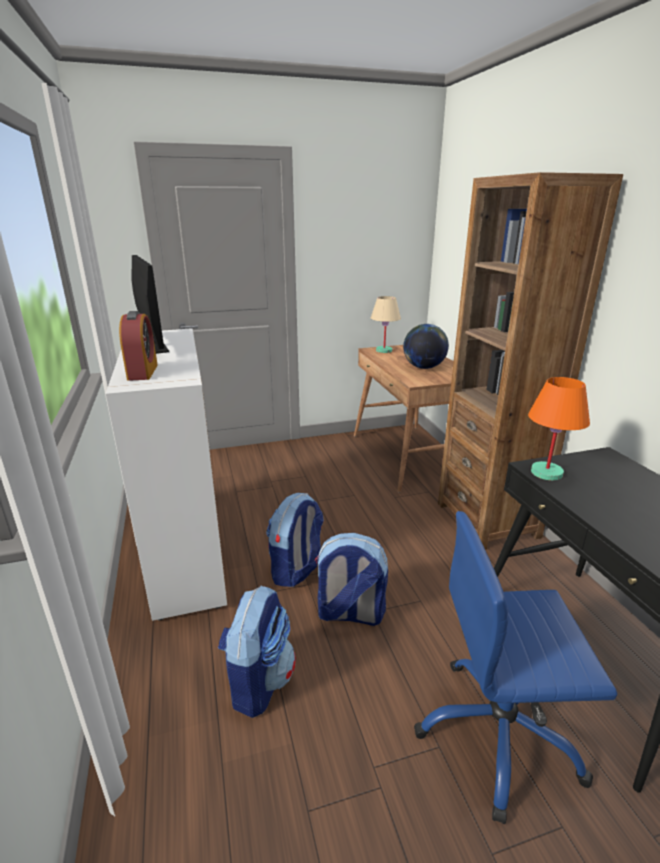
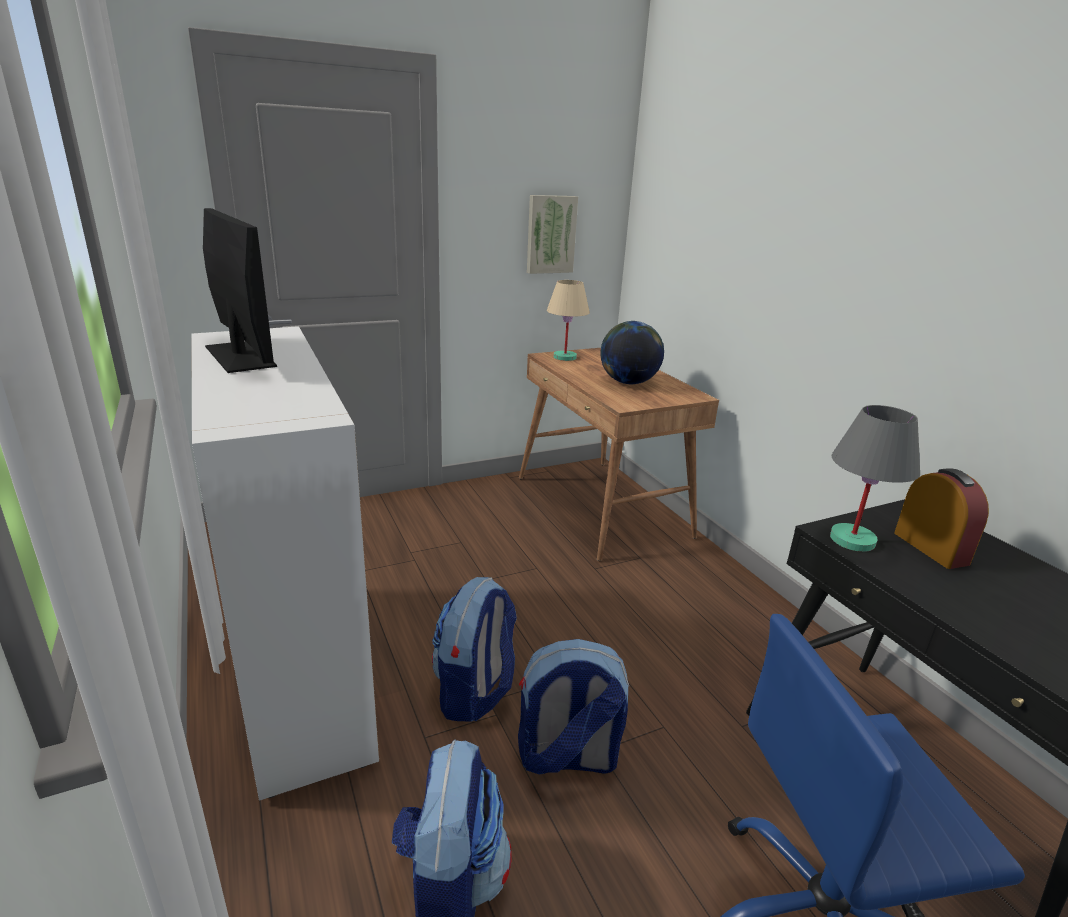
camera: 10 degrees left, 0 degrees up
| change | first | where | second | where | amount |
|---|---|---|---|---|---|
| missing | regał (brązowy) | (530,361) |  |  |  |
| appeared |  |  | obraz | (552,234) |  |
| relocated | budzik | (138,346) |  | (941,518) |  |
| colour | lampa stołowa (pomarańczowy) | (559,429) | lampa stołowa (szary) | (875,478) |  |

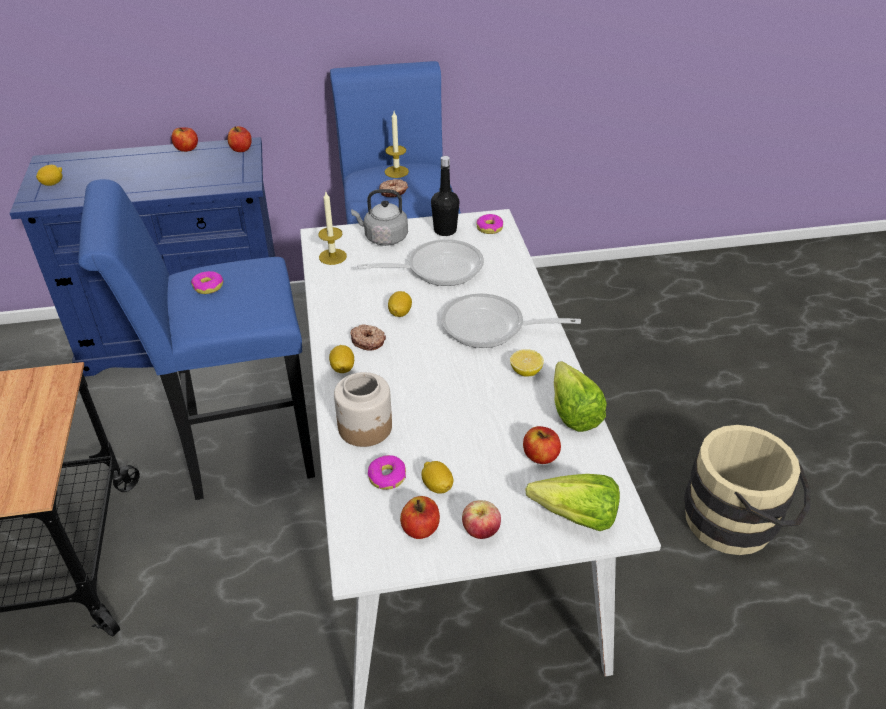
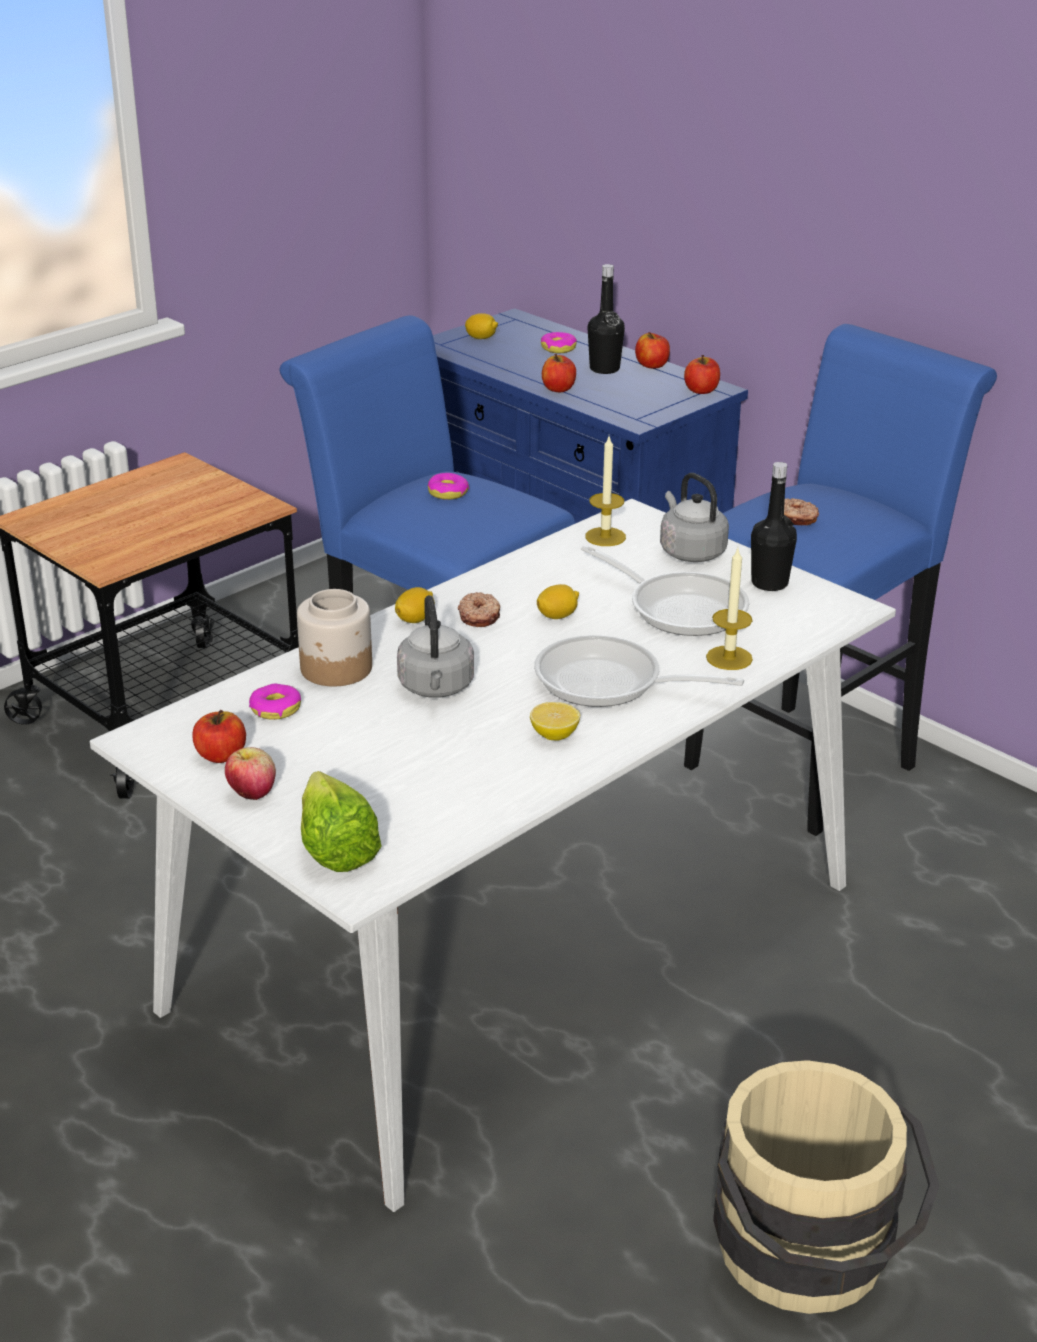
camera: 55 degrees right, 10 degrees down
| change | first | where | second | where | amount |
|---|---|---|---|---|---|
| missing | cytryna | (438,477) |  |  |  |
| missing | sałata | (580,396) |  |  |  |
| appeared |  |  | czajnik (szary) | (435,646) |  |
| appeared |  |  | butelka (czarny) | (606,319) |  |
| relocated | świeca | (397,144) |  | (729,609) |  |
| relocated | donut | (489,224) |  | (559,342) |  |
| relocated | jabłko | (542,445) |  | (559,373) |  |
| spun | patelnia | (511,320) |  | (639,671) | 45 degrees counterclockwise |

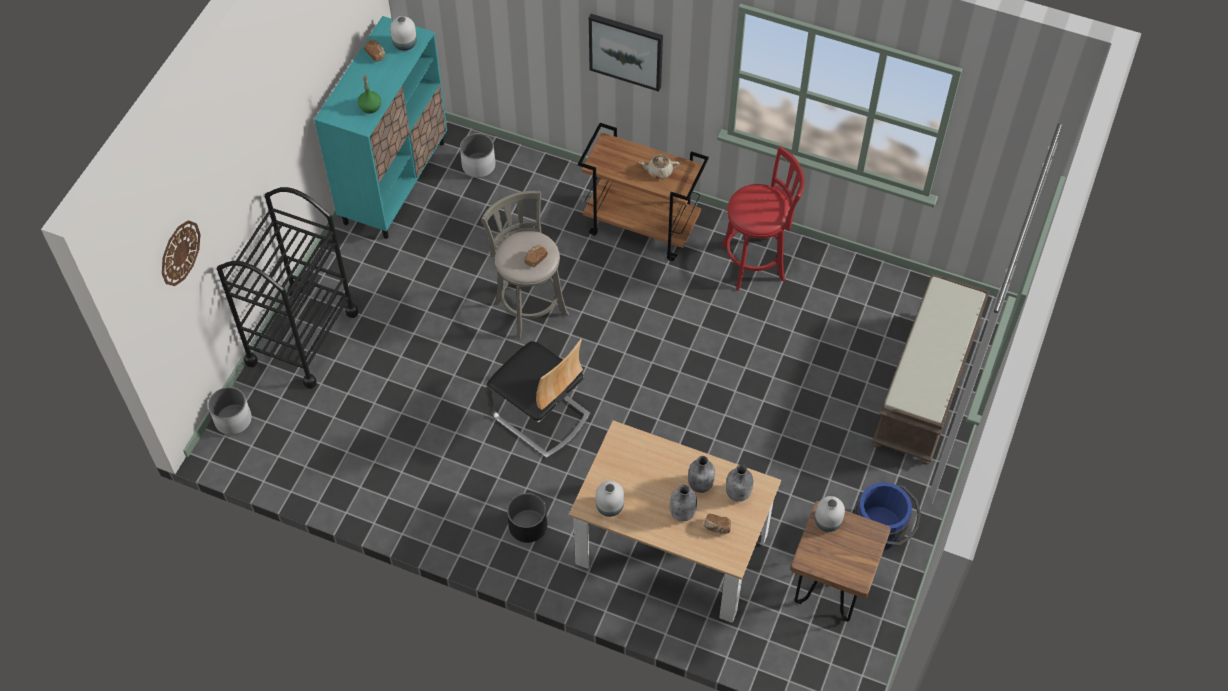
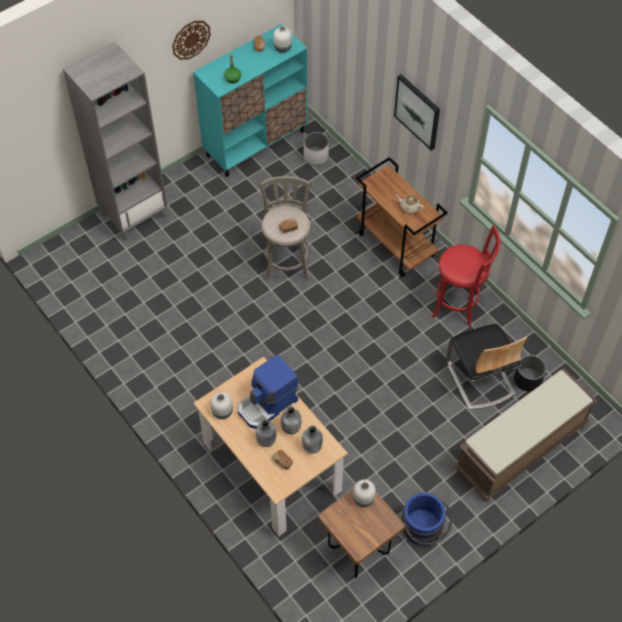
camera: 30 degrees right, 0 degrees up
| change | first | where | second | where | amount |
|---|---|---|---|---|---|
| missing | donica (biały) | (230,411) |  |  |  |
| appeared |  |  | ekspres do kawy | (268,391) |  |
| relocated | zegar ścienny | (181,253) |  | (191,40) |  |
| relocated | krzesło | (538,399) |  | (486,367) |  |
| relocated | donica (czarny) | (527,518) |  | (530,373) |  |
| exchanged | wózek (czarny) | (287,288) | regał (szary) | (115,141) |  |

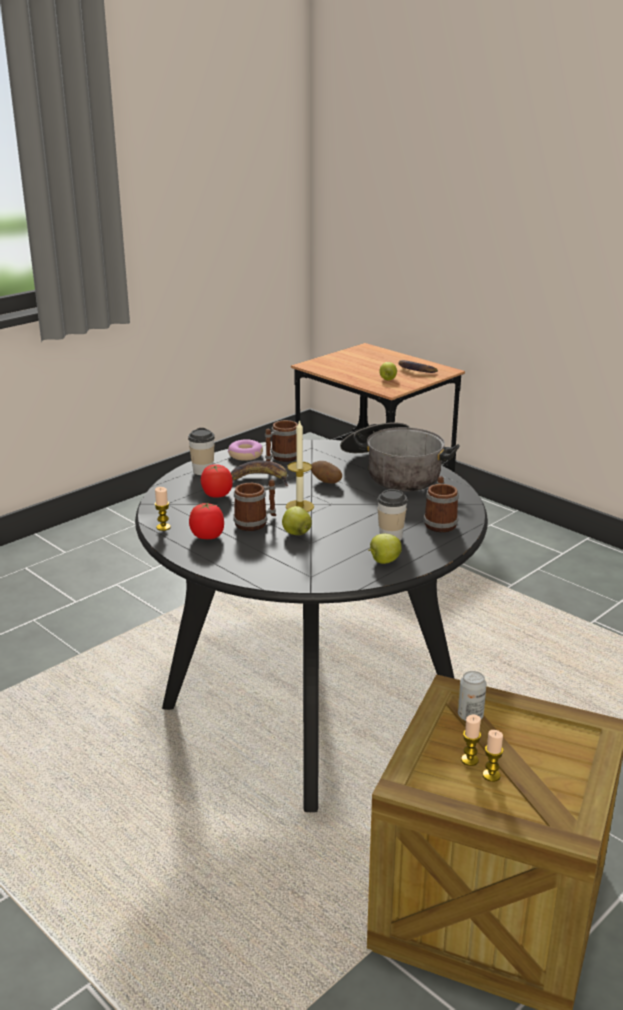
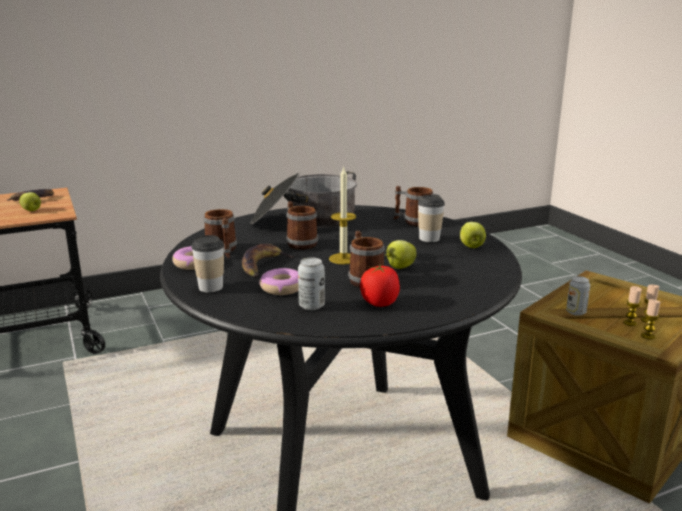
camera: 70 degrees left, 5 degrees down
| change | first | where | second | where | amount |
|---|---|---|---|---|---|
| appeared |  |  | puszka | (311,283) |  |
| relocated | świeca | (163,509) |  | (650,319) |  |
| exchanged | pomidor | (217,481) | donut | (279,281) |  |
| exchanged | ziemniak | (326,472) | kubek | (302,225) |  |

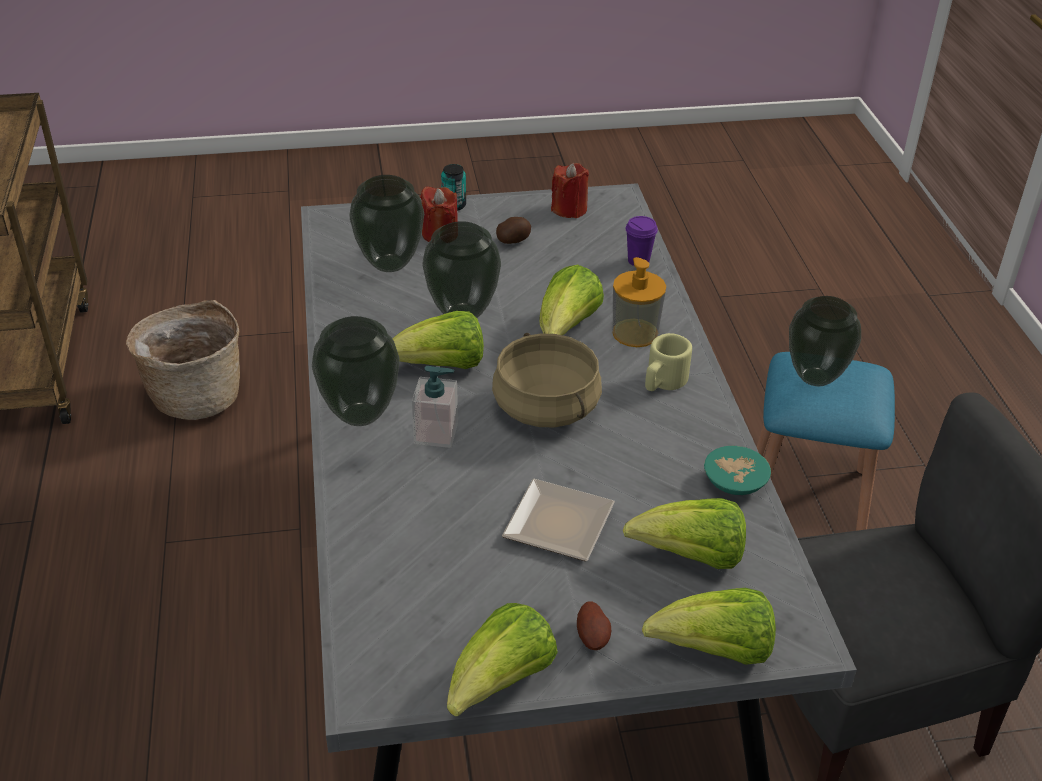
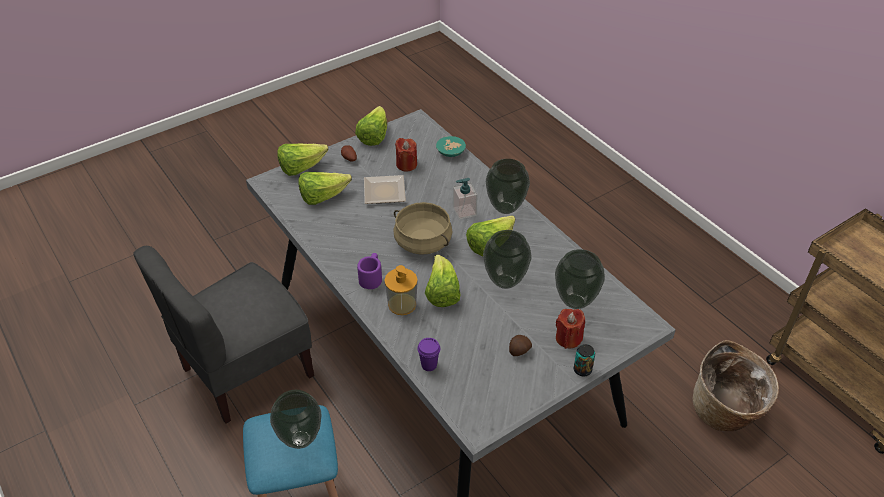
camera: 155 degrees right, 5 degrees up
| change | first | where | second | where | amount |
|---|---|---|---|---|---|
| relocated | świeca (czerwony) | (570,190) |  | (406,155) |  |
| relocated | miska (turkusowy) | (737,470) |  | (451,146) |  |
| colour | kubek (beżowy) | (668,362) | kubek (fioletowy) | (369,271) |  |

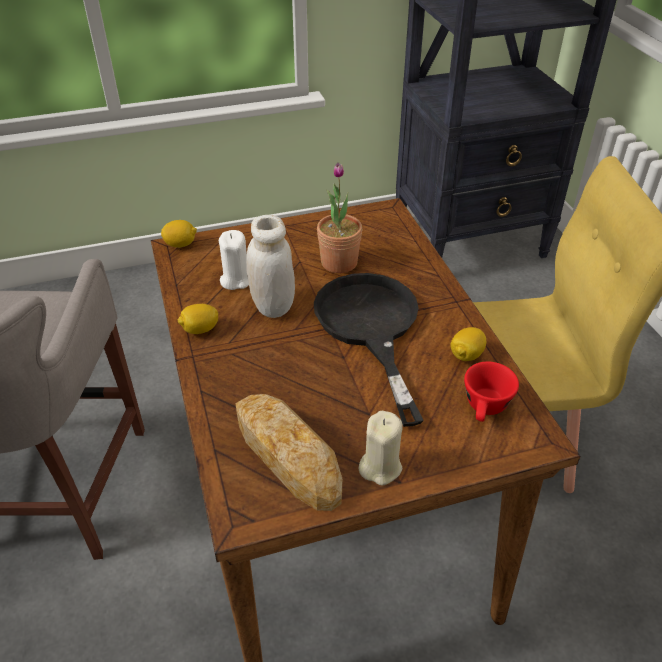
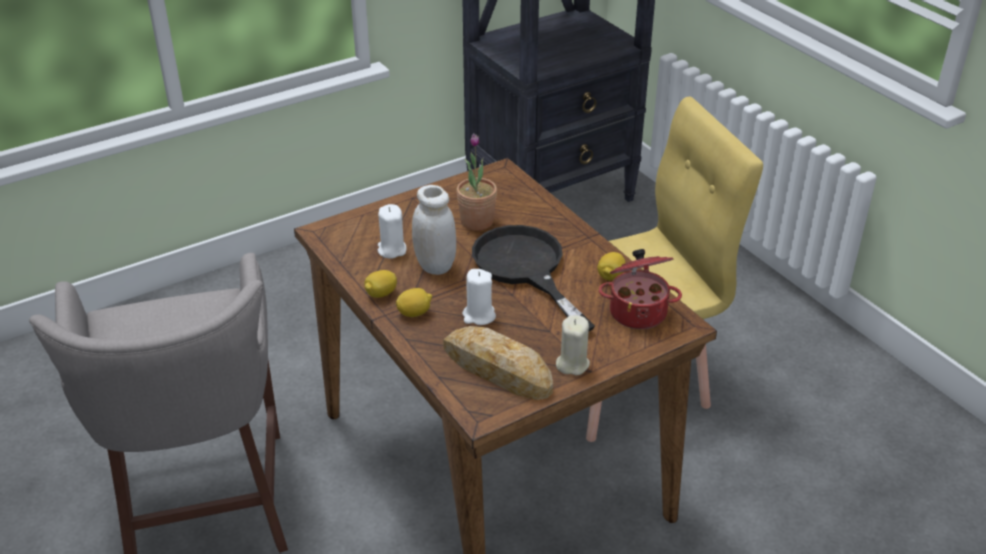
camera: 15 degrees left, 5 degrees down
| change | first | where | second | where | amount |
|---|---|---|---|---|---|
| appeared |  |  | świeca (biały) | (479,297) |  |
| relocated | cytryna | (179,234) |  | (414,302) |  |
| exchanged | filiżanka (czerwony) | (491,392) | garnek | (640,289) |  |

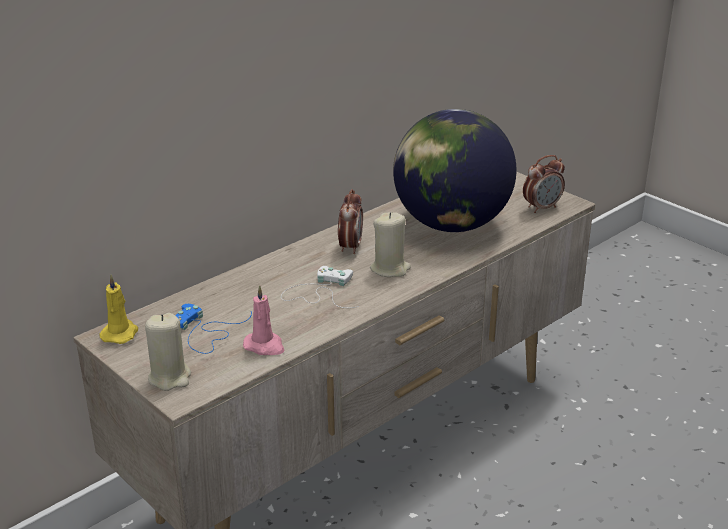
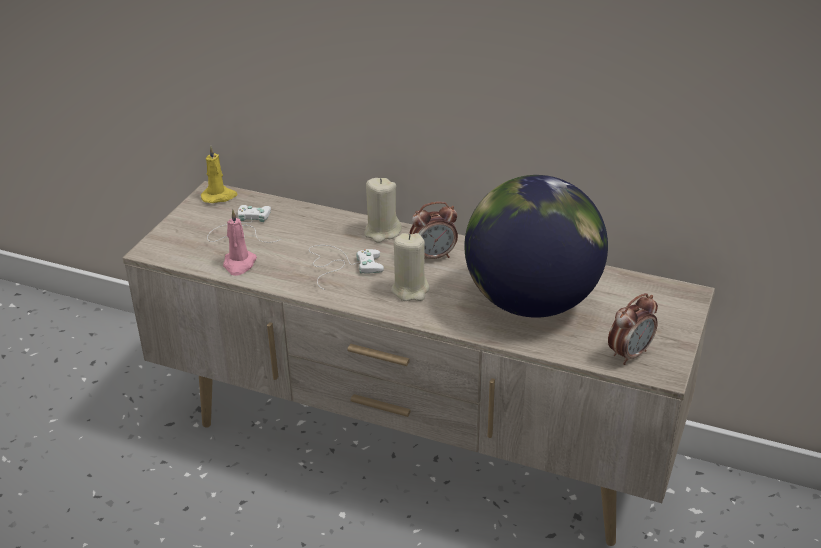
camera: 65 degrees right, 5 degrees up
| change | first | where | second | where | amount |
|---|---|---|---|---|---|
| relocated | świeca (beżowy) | (168,352) |  | (383,210) |  |
| colour | pad do gier (niebieski) | (213,329) | pad do gier (biały) | (244,223) |  |
| spun | budzik | (544,184) |  | (633,329) | 75 degrees counterclockwise |

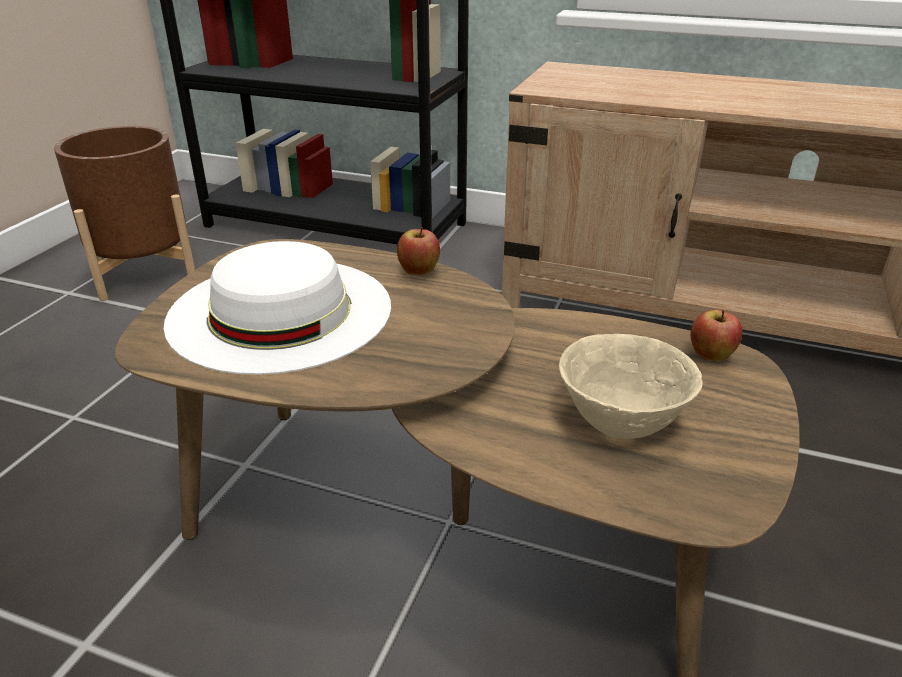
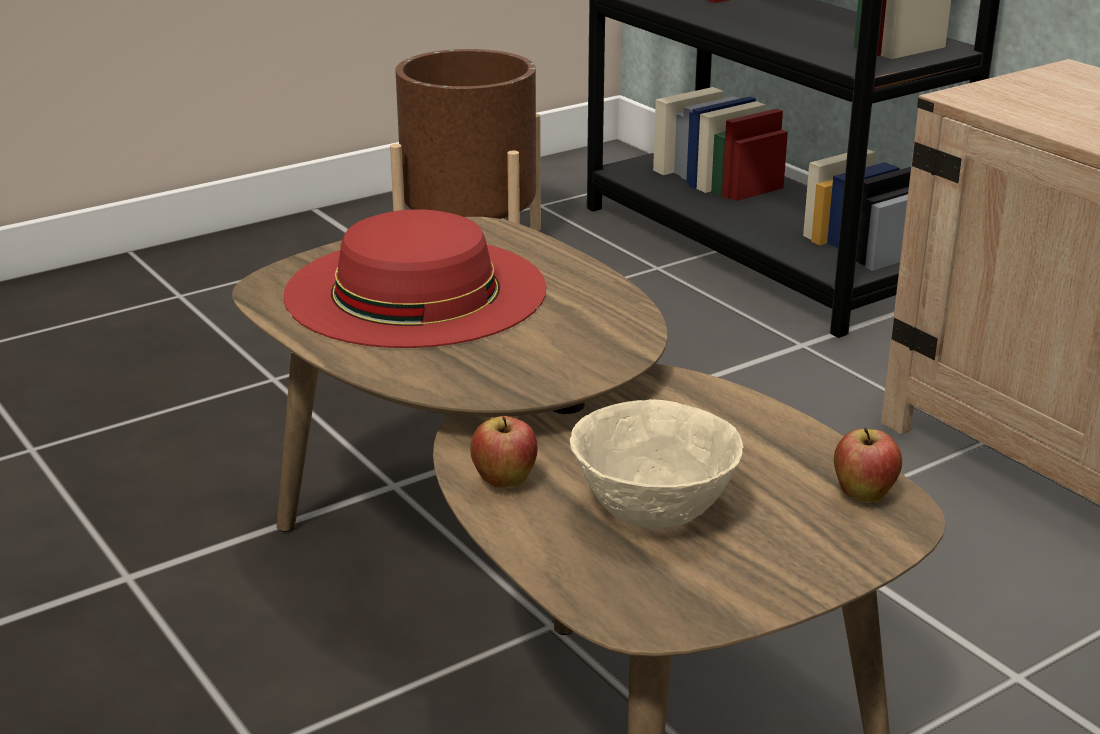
camera: 35 degrees right, 5 degrees down
| change | first | where | second | where | amount |
|---|---|---|---|---|---|
| relocated | jabłko | (418,251) |  | (504,452) |  |
| colour | kapelusz (biały) | (277,308) | kapelusz (czerwony) | (414,278) |  |

